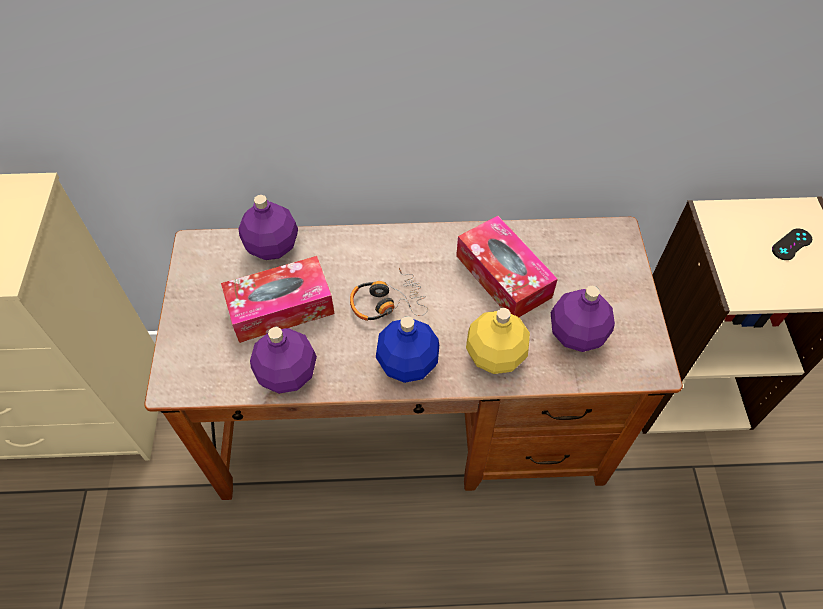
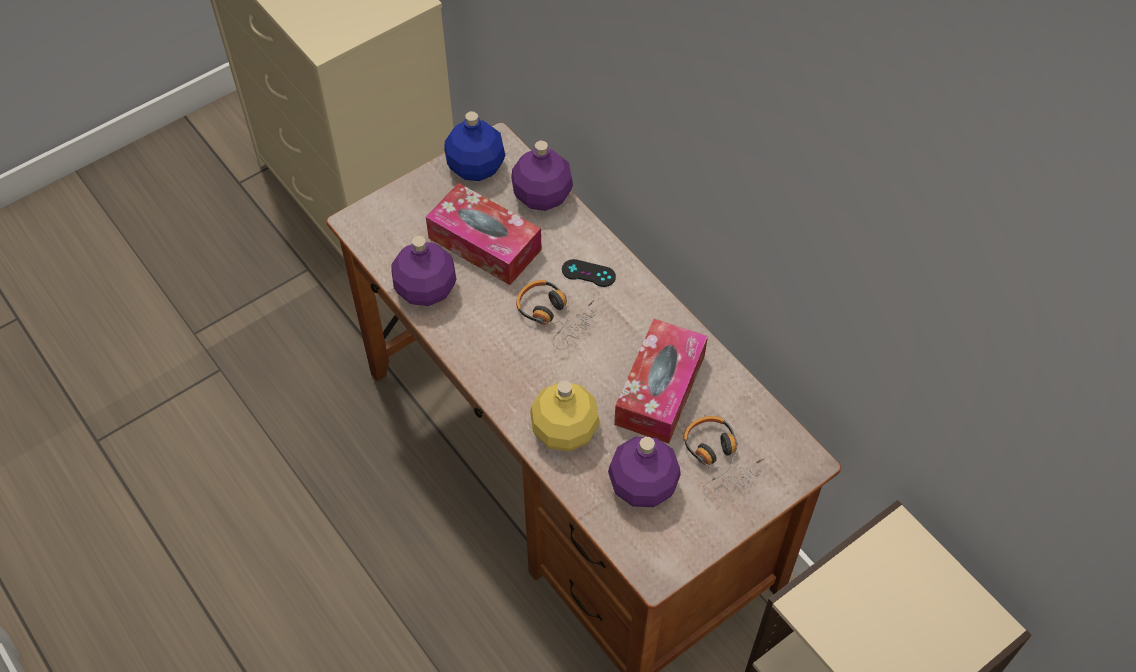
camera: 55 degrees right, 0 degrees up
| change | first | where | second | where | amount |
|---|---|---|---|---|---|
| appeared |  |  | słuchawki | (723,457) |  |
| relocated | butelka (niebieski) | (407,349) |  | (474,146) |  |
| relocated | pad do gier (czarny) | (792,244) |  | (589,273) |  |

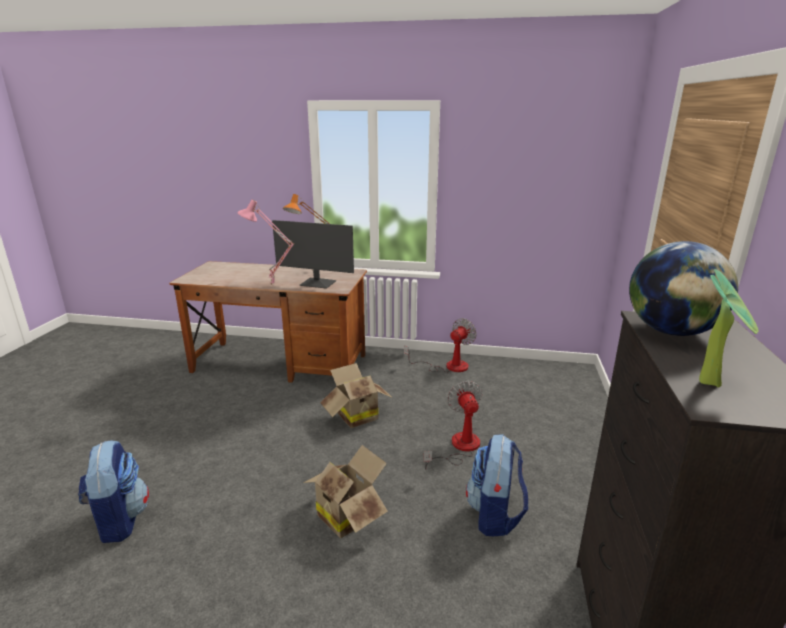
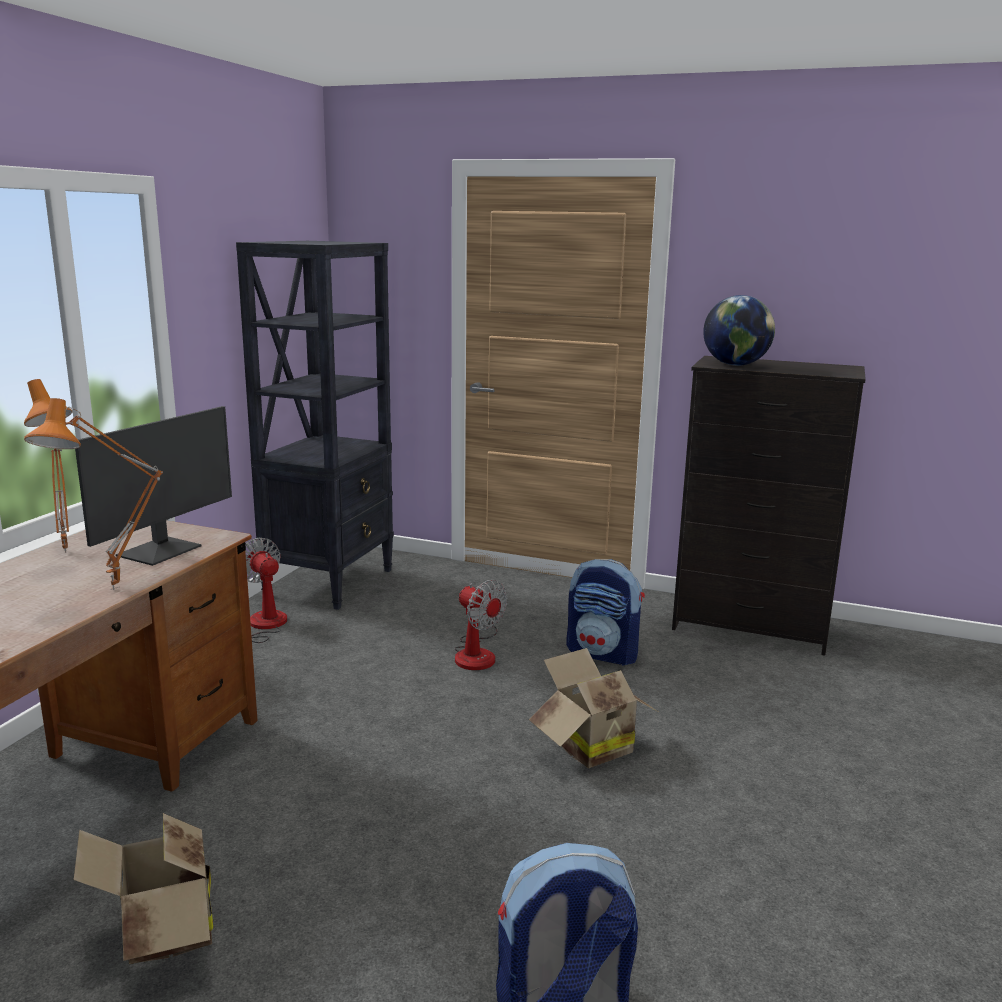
camera: 80 degrees left, 5 degrees down
| change | first | where | second | where | amount |
|---|---|---|---|---|---|
| missing | roślina doniczkowa | (729,328) |  |  |  |
| appeared |  |  | regał (czarny) | (315,425) |  |
| relocated | karton | (356,395) |  | (143,888) |  |
| colour | lampa stołowa (różowy) | (265,242) | lampa stołowa (pomarańczowy) | (93,494) |  |
| spun | wentylator | (453,425) |  | (480,625) | 135 degrees counterclockwise |

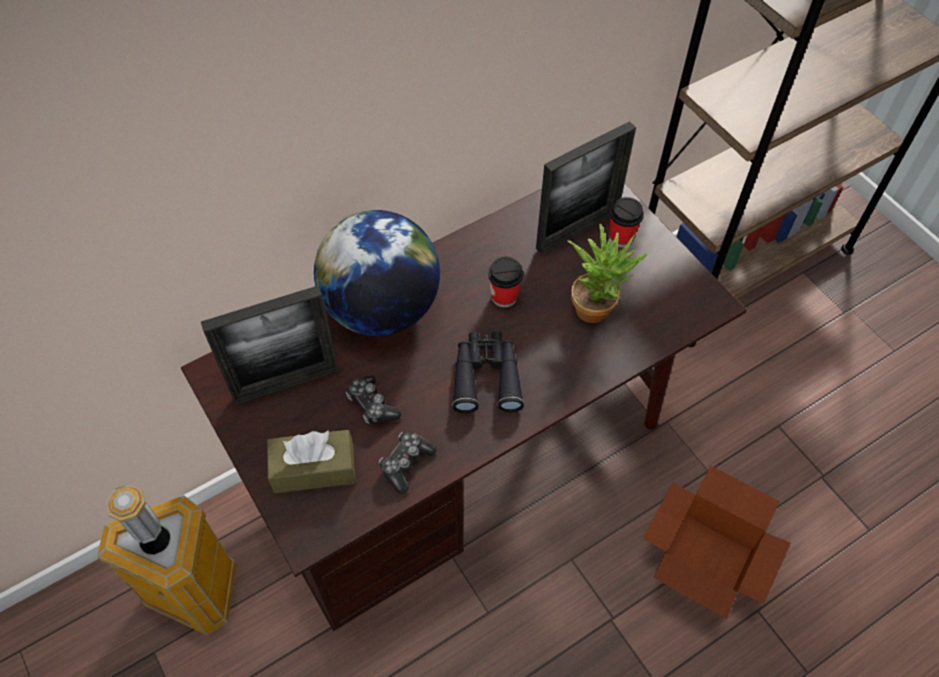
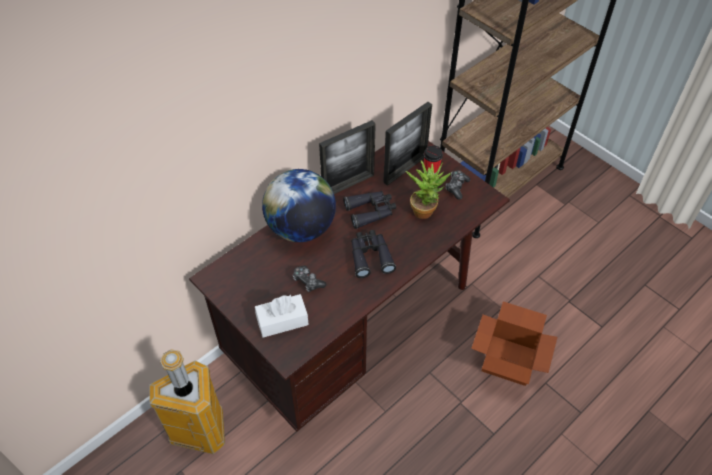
camera: 10 degrees left, 5 degrees down
| change | first | where | second | where | amount |
|---|---|---|---|---|---|
| relocated | ramka na zdjęcie | (270,345) |  | (347,157) |  |
| relocated | pad do gier | (408,463) |  | (458,185) |  |
| exchanged | filiżanka | (505,282) | lornetka (czarny) | (369,210) |  |
| colour | pudełko chusteczek (brązowy) | (311,461) | pudełko chusteczek (biały) | (282,316) |  |

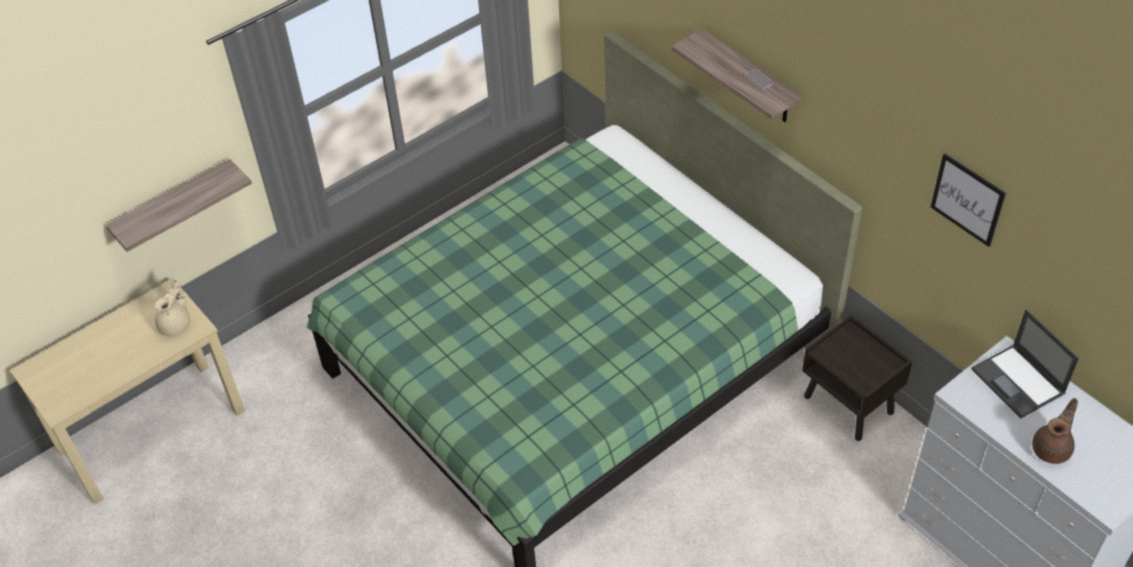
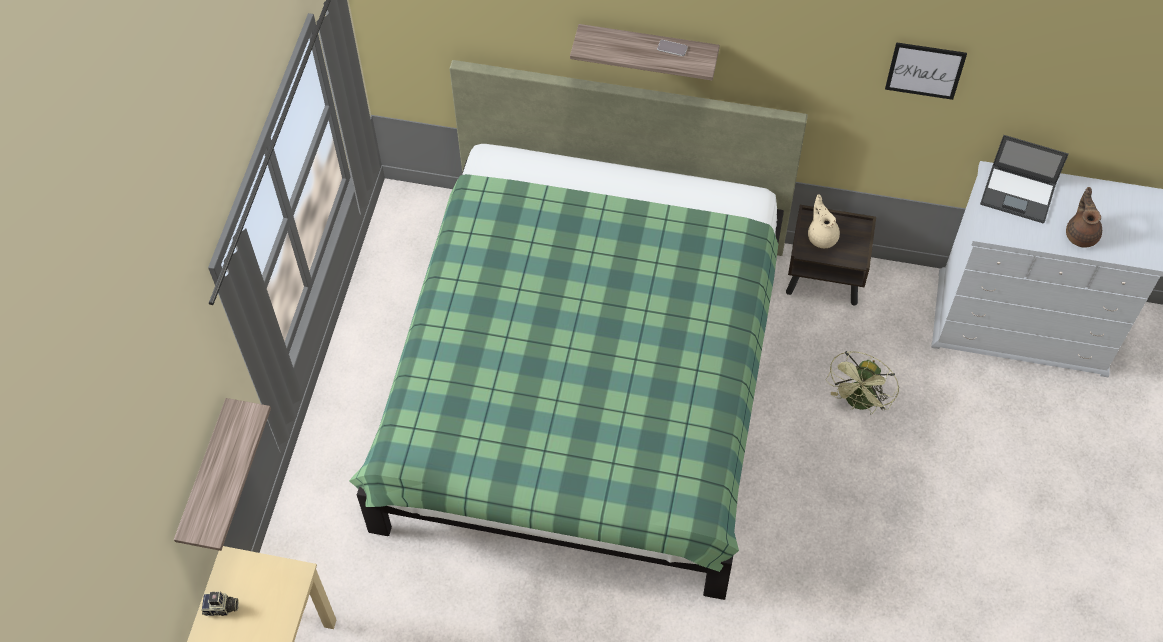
camera: 40 degrees left, 10 degrees up
| change | first | where | second | where | amount |
|---|---|---|---|---|---|
| appeared |  |  | aparat fotograficzny | (220,603) |  |
| appeared |  |  | wentylator (zielony) | (862,382) |  |
| relocated | imbryk (beżowy) | (172,307) |  | (824,221) |  |

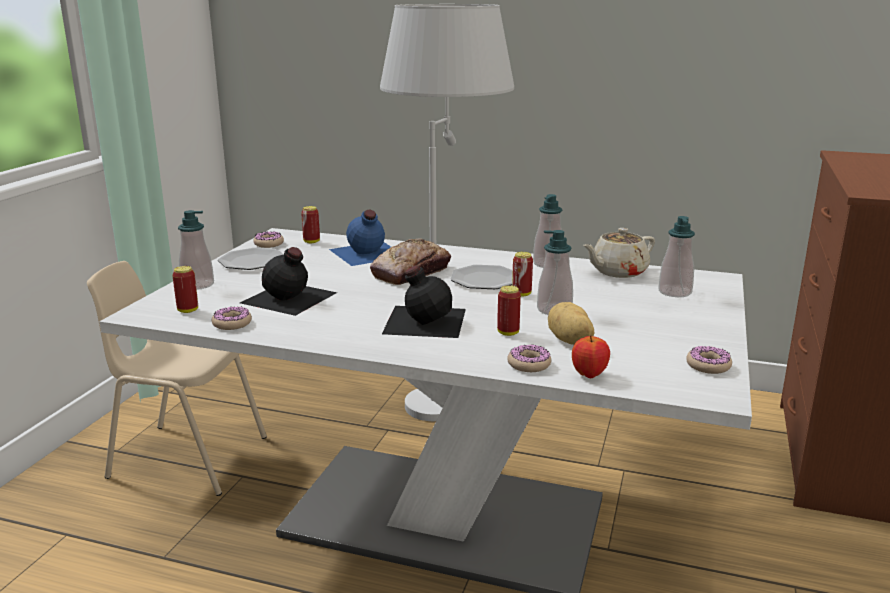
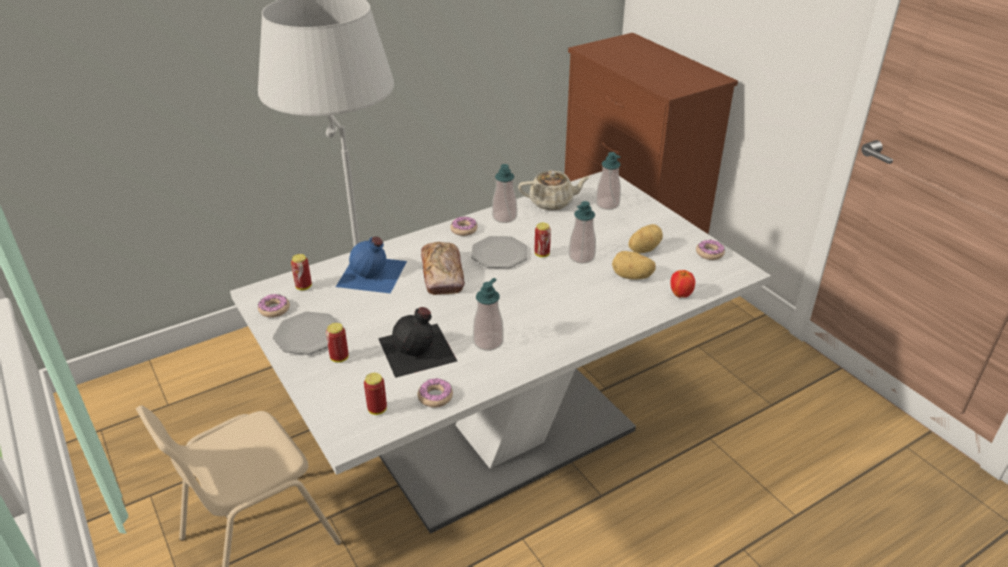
camera: 50 degrees left, 15 degrees up
| change | first | where | second | where | amount |
|---|---|---|---|---|---|
| missing | butelka (czarny) | (424,301) |  |  |  |
| appeared |  |  | ziemniak | (646,238) |  |
| relocated | dozownik mydła | (196,250) |  | (488,314) |  |
| relocated | puszka | (509,310) |  | (337,342) |  |
| relocated | donut | (529,358) |  | (463,226) |  |
| spun | imbryk (beżowy) | (619,253) |  | (554,190) | 105 degrees counterclockwise |

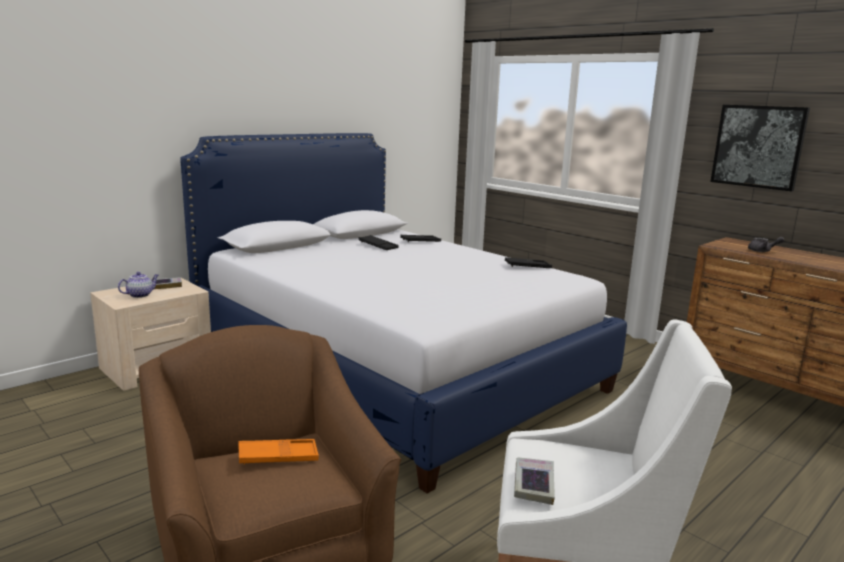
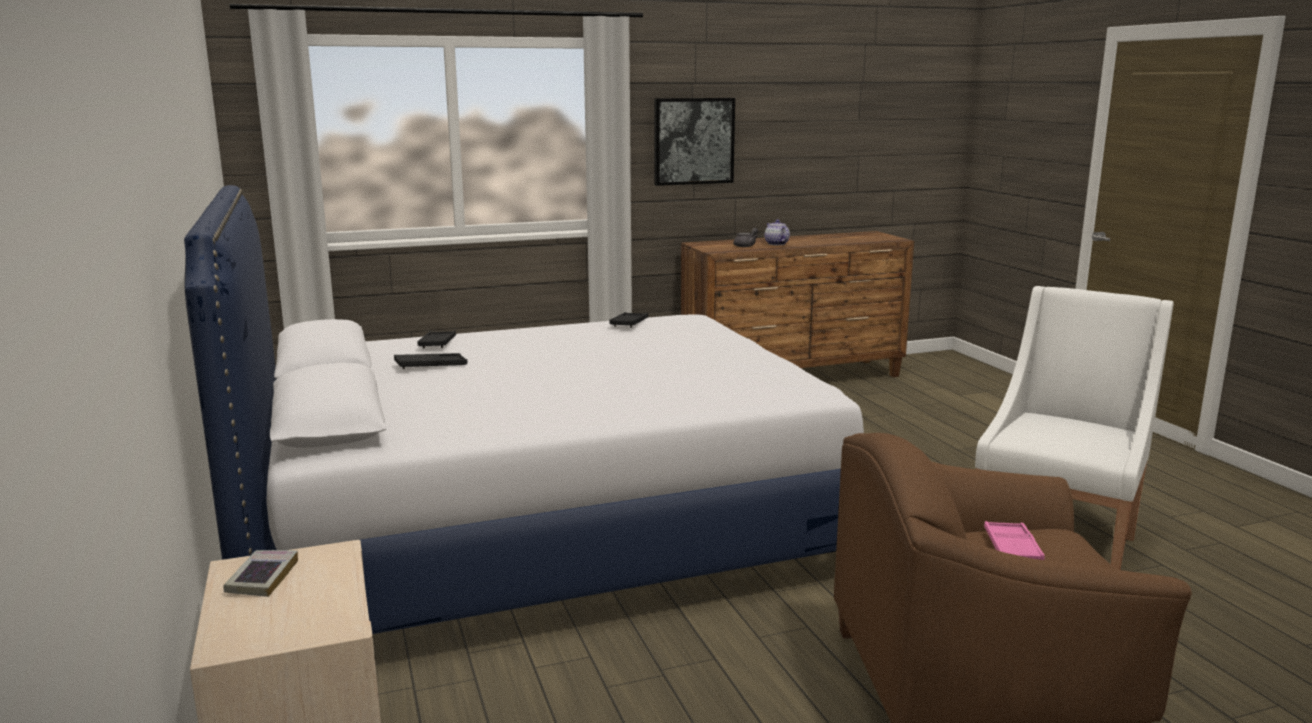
camera: 65 degrees left, 0 degrees up
| change | first | where | second | where | amount |
|---|---|---|---|---|---|
| missing | książka | (534,481) |  |  |  |
| relocated | imbryk | (138,285) |  | (777,232) |  |
| colour | taca (pomarańczowy) | (279,452) | taca (różowy) | (1014,540) |  |

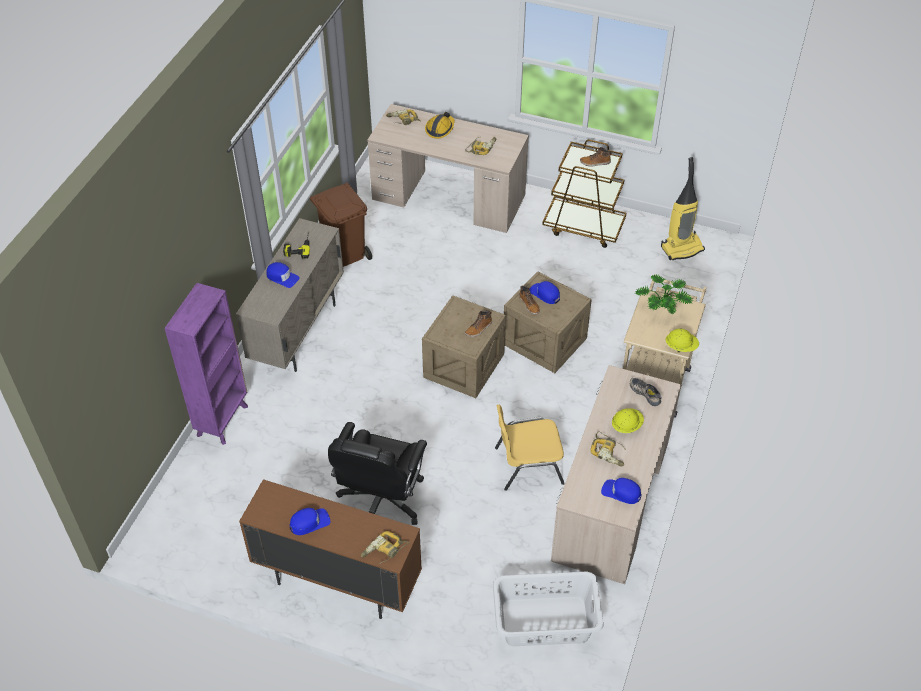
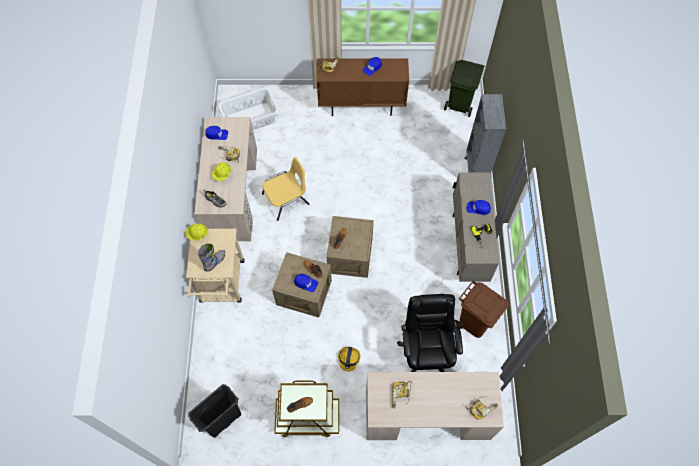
camera: 160 degrees right, 15 degrees up
| change | first | where | second | where | amount |
|---|---|---|---|---|---|
| appeared |  |  | kosz na śmieci (zielony) | (464,88) |  |
| relocated | krzesło biurowe (czarny) | (377,473) |  | (430,333) |  |
| relocated | kask | (440,125) |  | (349,359) |  |
| exchanged | roślina doniczkowa | (664,294) | but z cholewką (szary) | (212,258) |  |
| exchanged | odkurzacz | (683,208) | kosz na śmieci (czarny) | (214,411) |  |
| colour | regał (fioletowy) | (206,364) | regał (szary) | (485,134) |  |

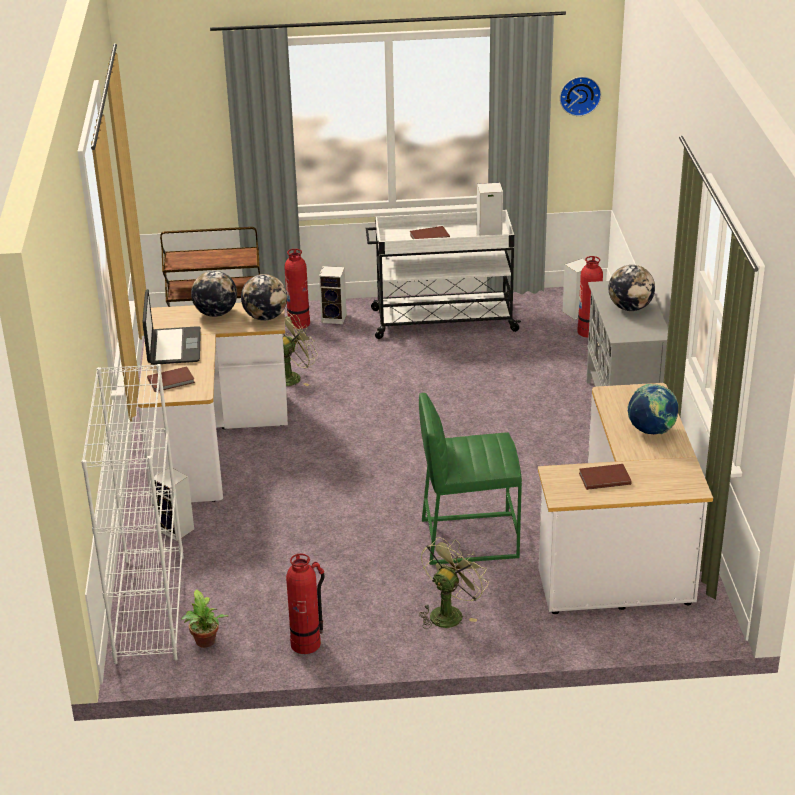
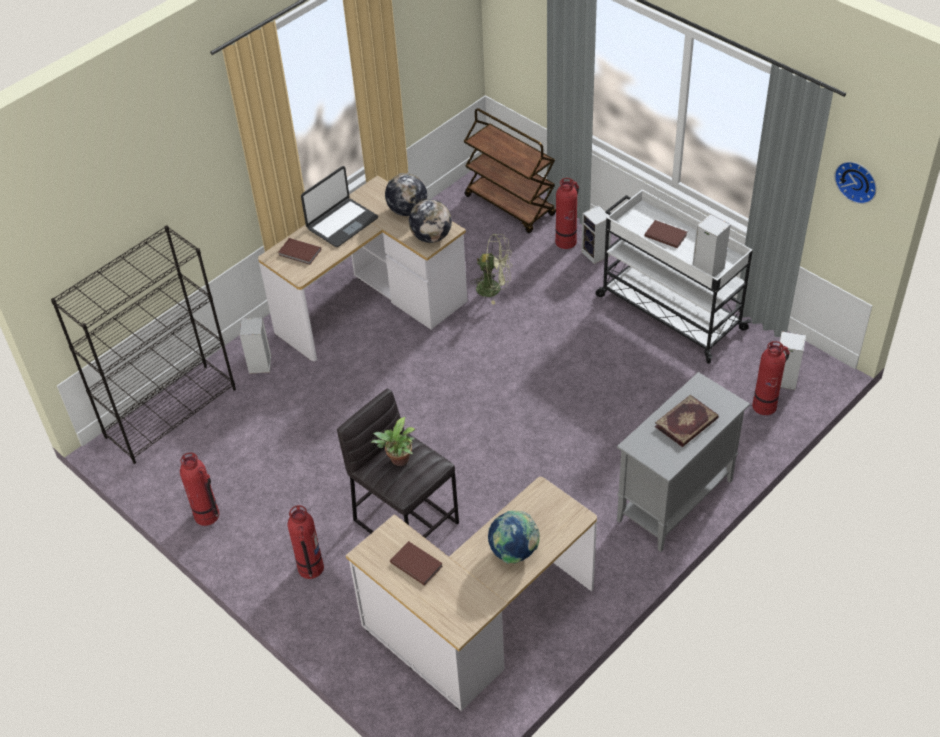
camera: 50 degrees right, 15 degrees up
| change | first | where | second | where | amount |
|---|---|---|---|---|---|
| relocated | roślina doniczkowa | (204,618) |  | (393,441) |  |
| exchanged | wentylator (zielony) | (454,583) | gaśnica | (305,542) |  |
| exchanged | globus | (631,288) | książka | (687,420) |  |
| colour | regał (biały) | (132,514) | regał (czarny) | (143,344) |  |
| colour | stołek (zielony) | (470,479) | stołek (szary) | (398,463) |  |

